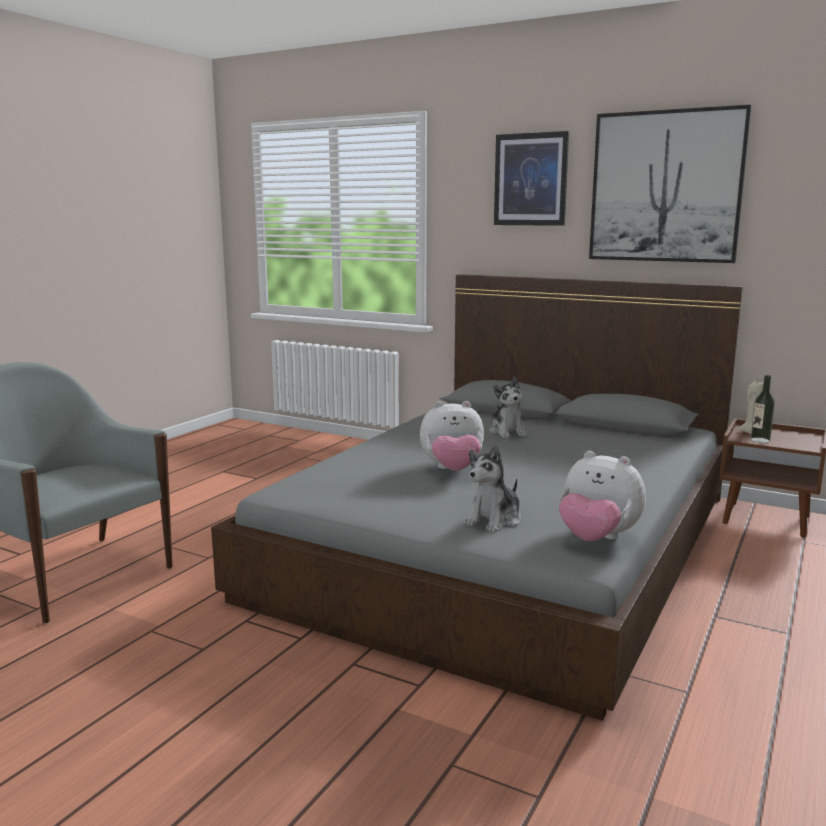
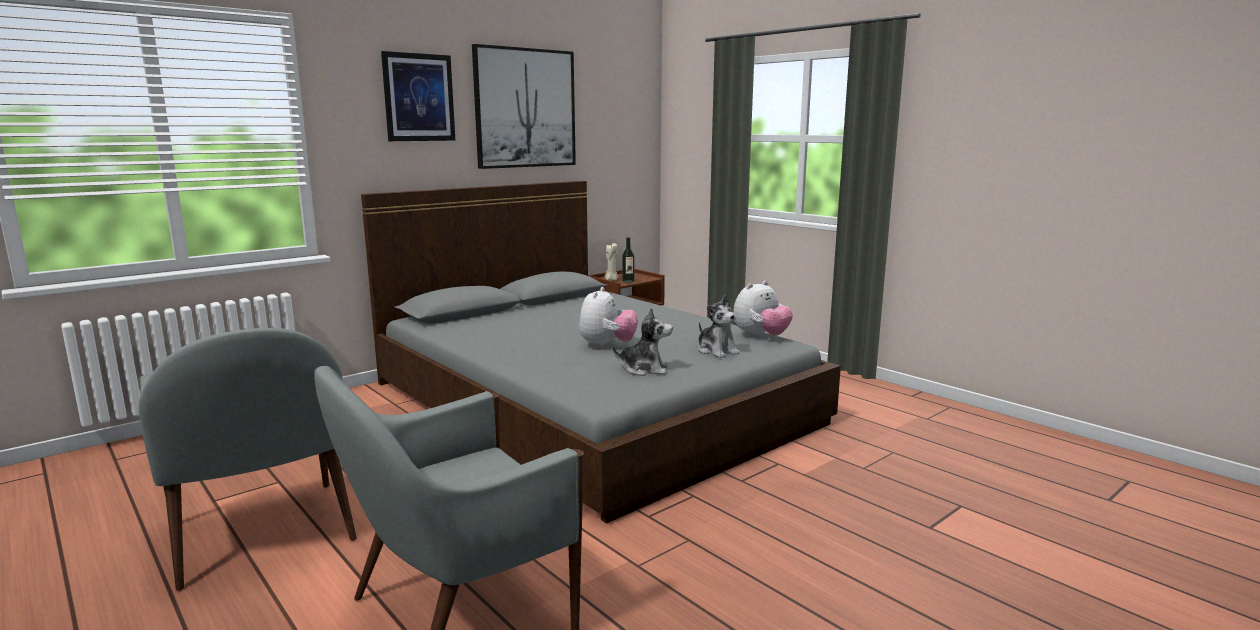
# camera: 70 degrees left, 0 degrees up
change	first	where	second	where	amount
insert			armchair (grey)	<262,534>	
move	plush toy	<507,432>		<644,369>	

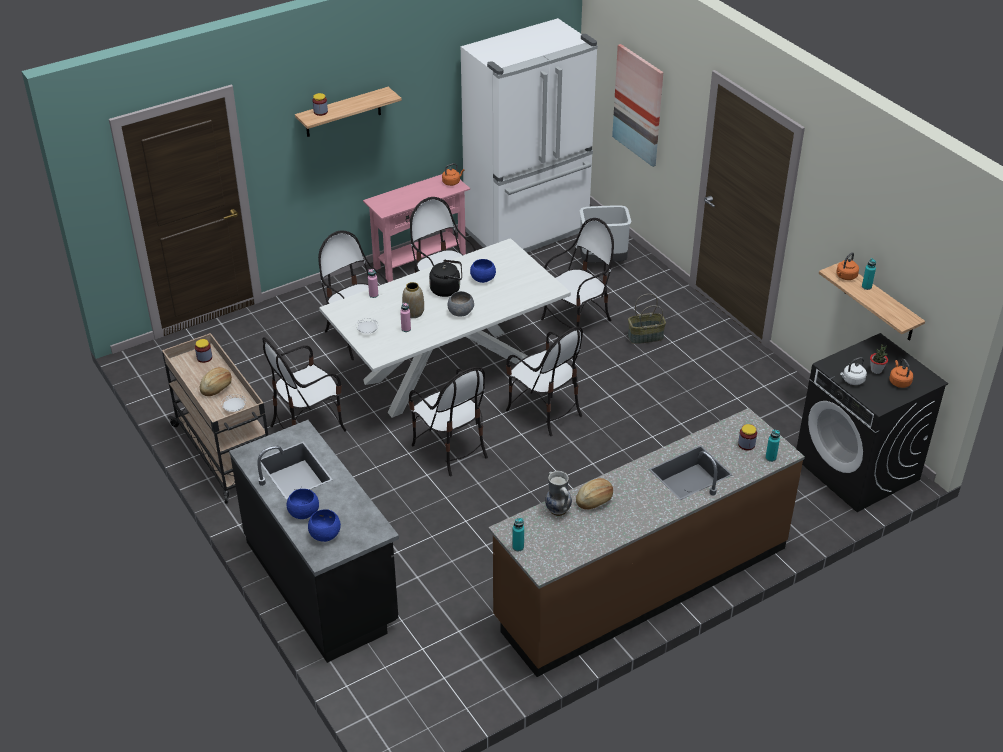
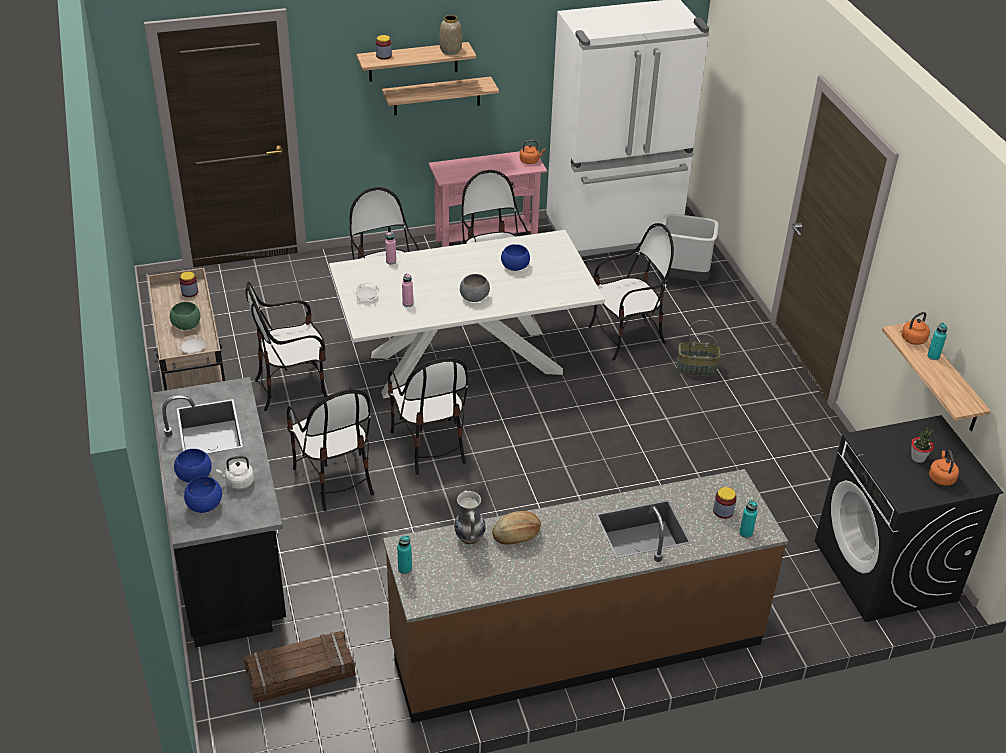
# camera: 15 degrees right, 0 degrees up
change	first	where	second	where	amount
delete	kettle (black)	<447,289>			
delete	picture	<638,105>			
insert			crate	<300,673>	
insert			shelf	<437,96>	
move	vase	<413,313>		<450,50>	
move	chair	<544,411>		<334,479>	
move	kettle (white)	<852,380>		<238,482>	
replace	bread	<217,387>	bowl (green)	<186,325>	

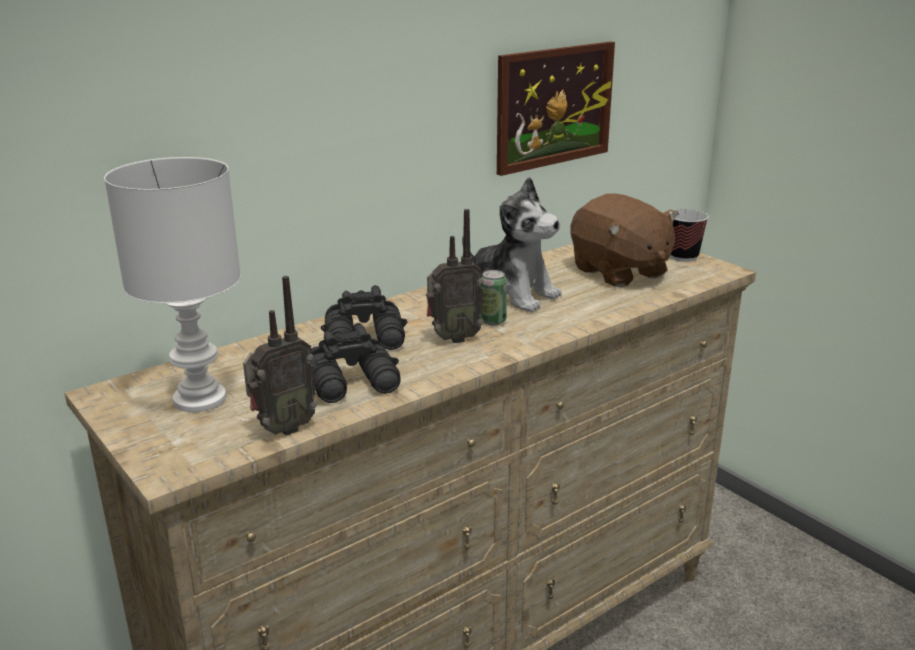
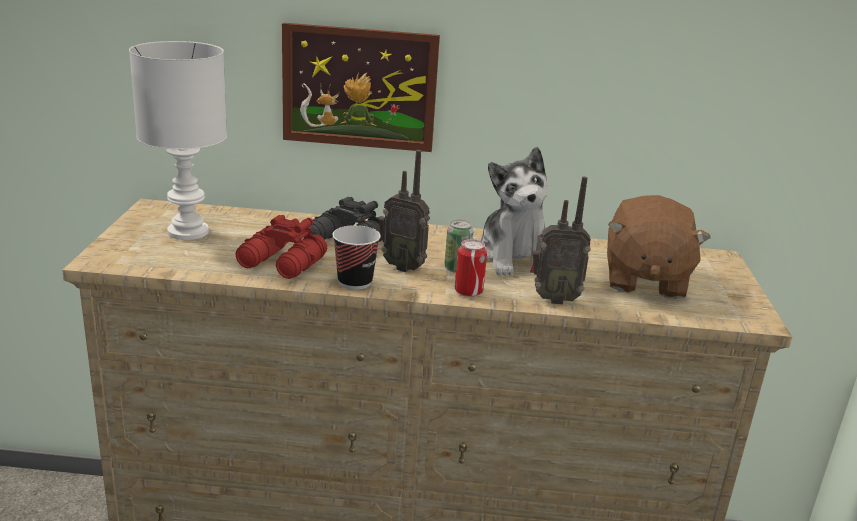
# camera: 40 degrees right, 0 degrees up
change	first	where	second	where	amount
insert			can	<468,292>	
move	radio	<282,429>		<553,298>	
move	picture	<554,106>		<359,88>	
move	cup	<683,256>		<355,282>	
recolor	binoculars (black)	<354,383>	binoculars (red)	<282,264>	

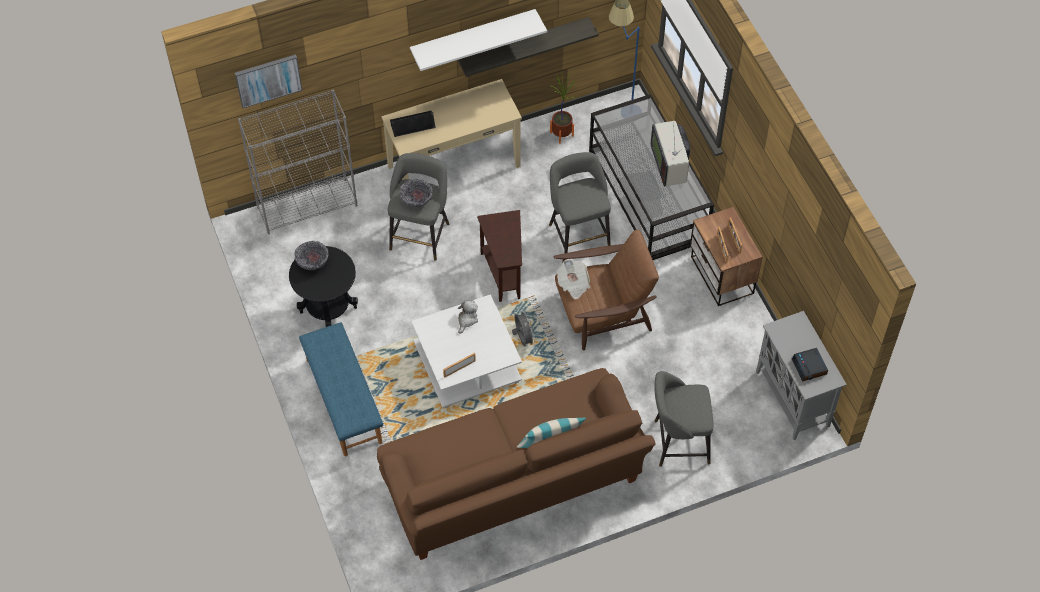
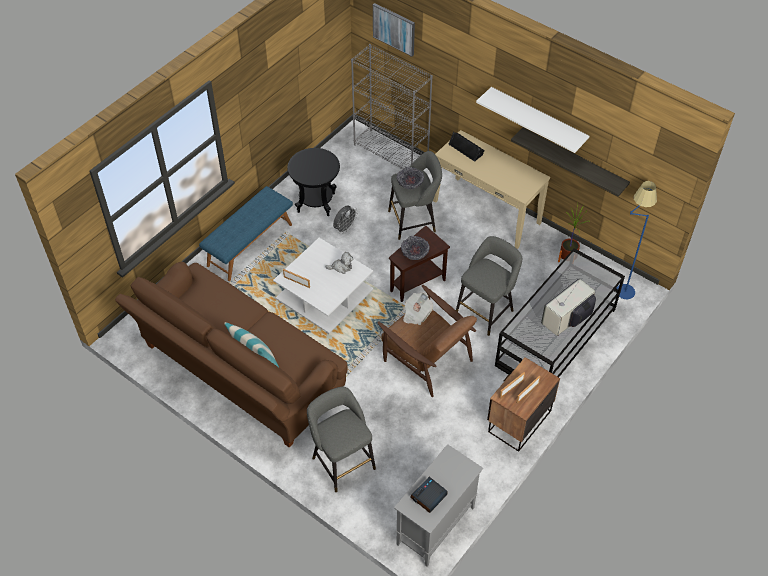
# camera: 60 degrees right, 5 degrees down
change	first	where	second	where	amount
move	bowl	<312,262>		<414,254>	
move	fan (grey)	<523,339>		<344,228>	

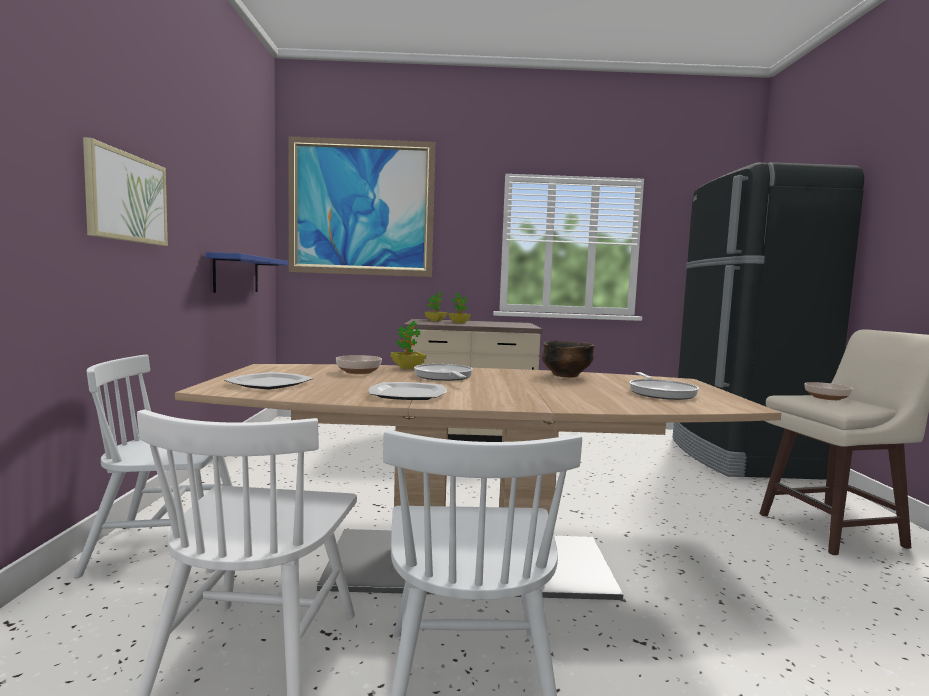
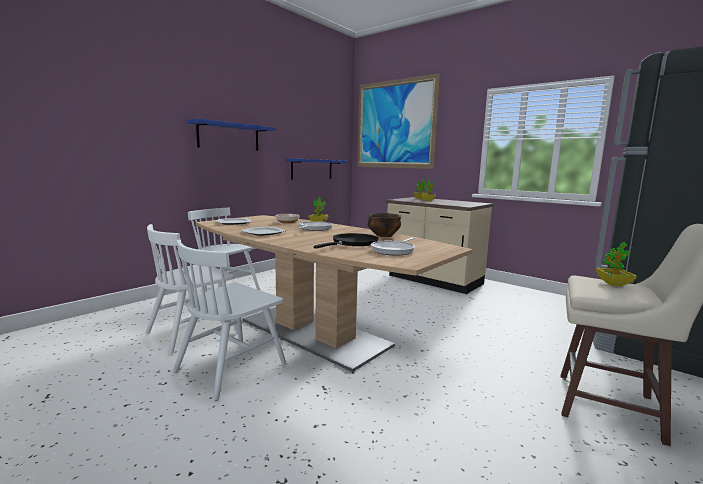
# camera: 40 degrees right, 5 degrees up
change	first	where	second	where	amount
insert			frying pan (black)	<353,243>	
replace	picture	<126,198>	shelf (blue)	<229,136>	
replace	bowl	<826,397>	potted plant	<613,284>	

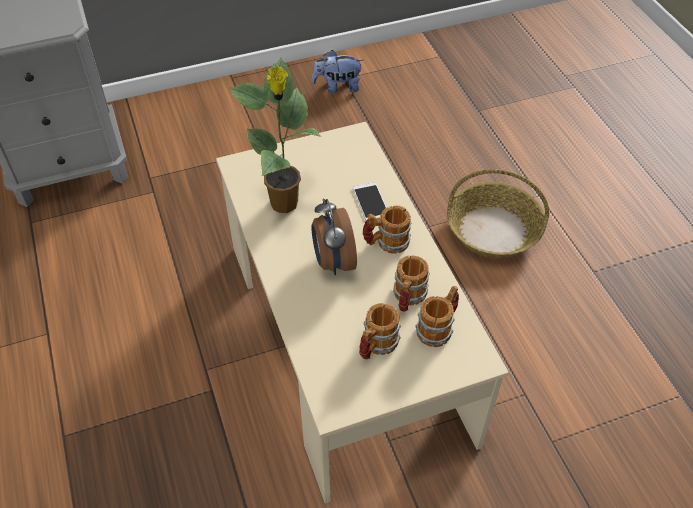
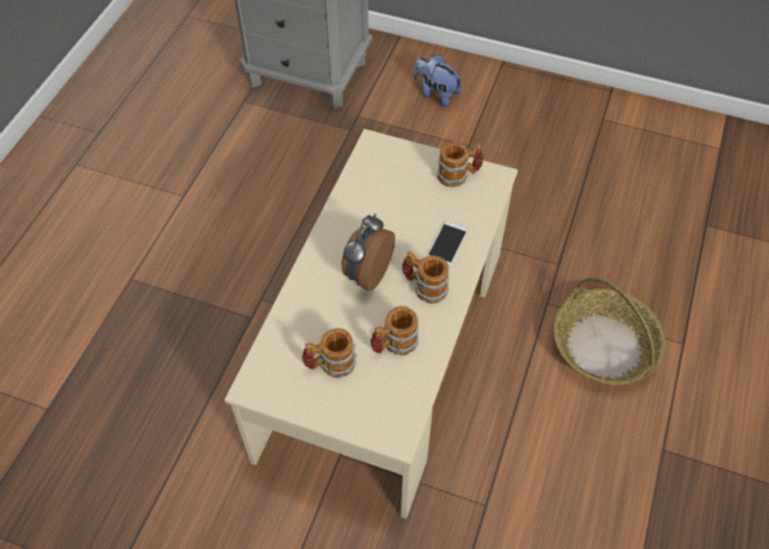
# camera: 40 degrees right, 5 degrees up
change	first	where	second	where	amount
delete	potted plant	<285,204>			
move	plush toy	<337,87>		<436,94>	
move	mug	<438,328>		<458,175>	

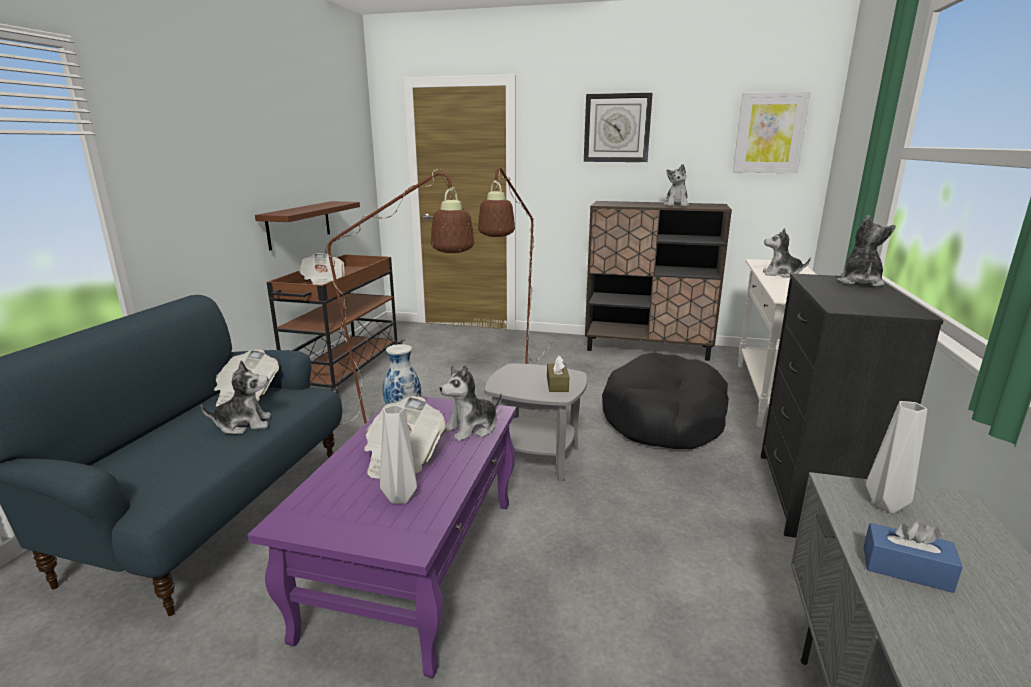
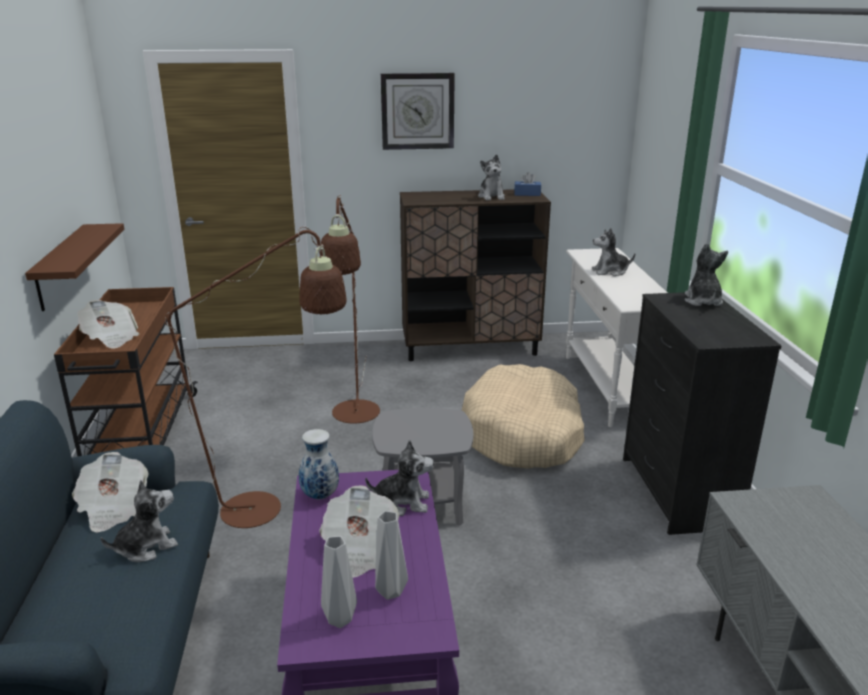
# camera: 20 degrees left, 5 degrees up
change	first	where	second	where	amount
delete	tissue box (brown)	<557,384>			
delete	picture	<769,133>			
move	tissue box (blue)	<906,569>		<527,194>	
move	vase (grey)	<884,505>		<338,619>	
recolor	dog bed (black)	<664,418>	dog bed (beige)	<523,433>	
rotate	plush toy	<471,428>		<403,502>	120 degrees counterclockwise

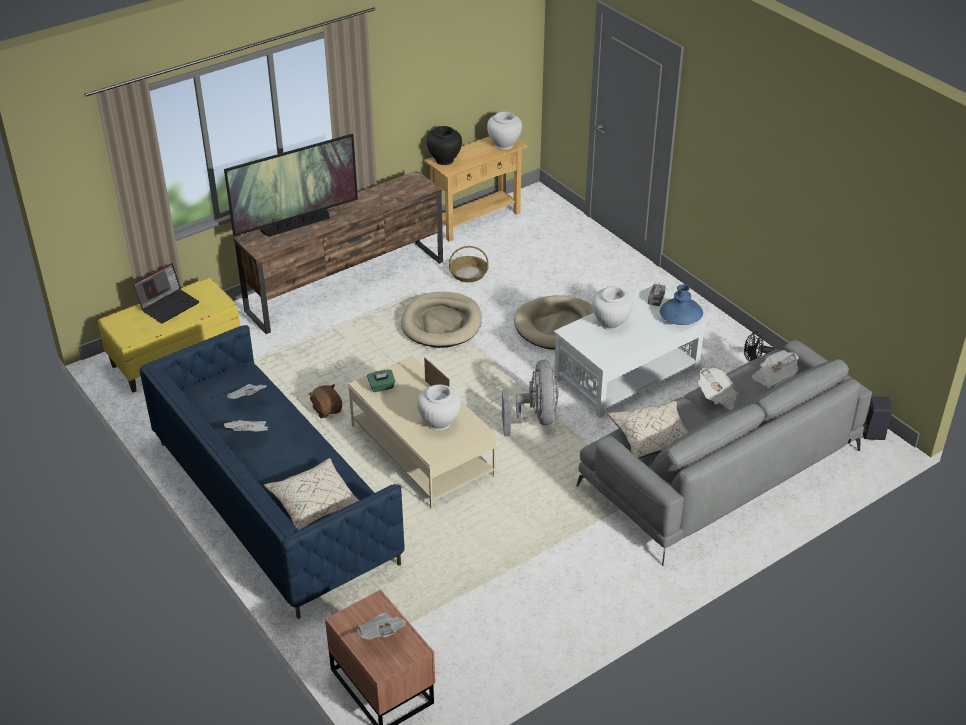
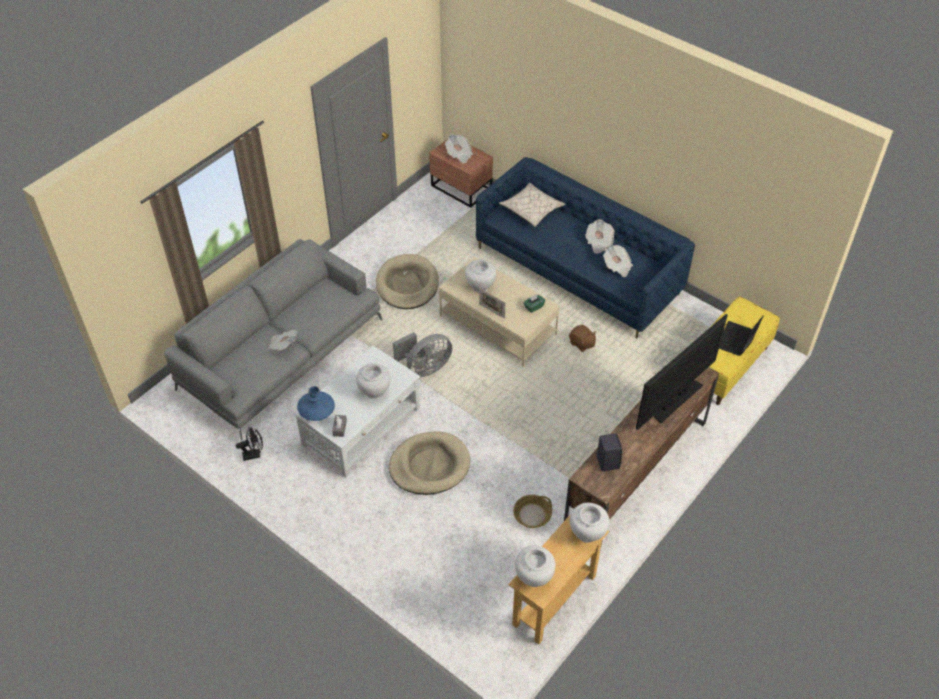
# camera: 165 degrees right, 10 degrees up
change	first	where	second	where	amount
delete	pillow (beige)	<653,439>			
delete	newspaper	<773,378>			
move	dog bed (beige)	<441,323>		<407,284>	
move	speaker (black)	<873,433>		<607,461>	
recolor	vase (black)	<444,160>	vase (white)	<587,534>	
rotate	fan (grey)	<535,418>		<425,368>	105 degrees counterclockwise

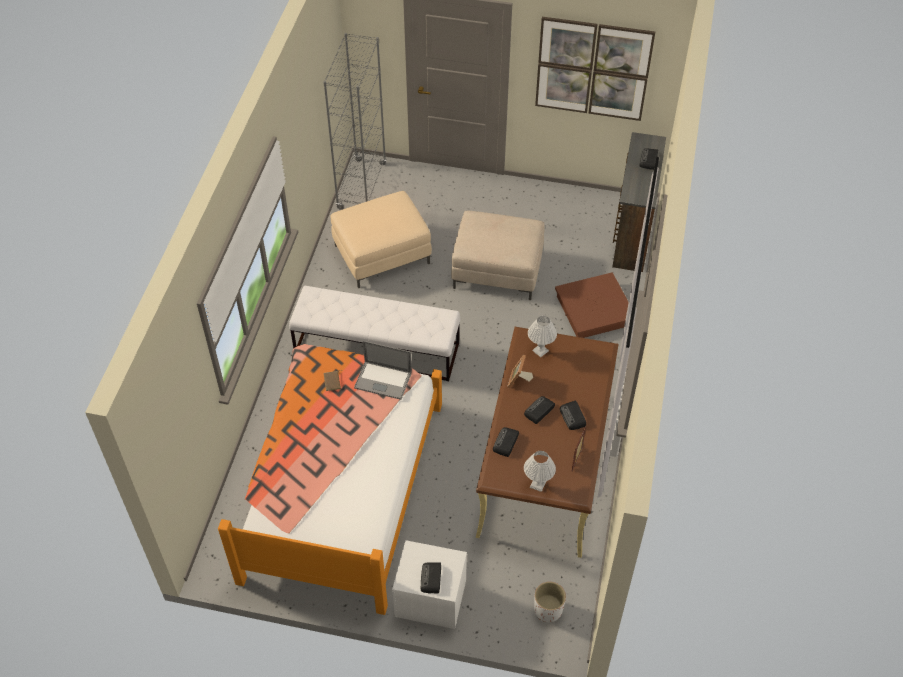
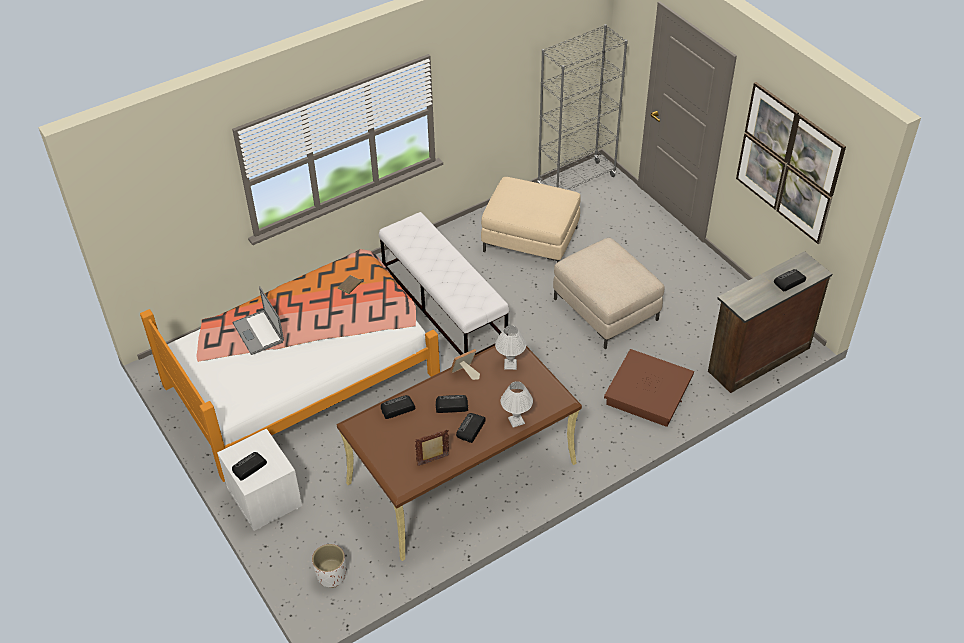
# camera: 45 degrees right, 5 degrees down
change	first	where	second	where	amount
move	laptop	<383,380>		<258,332>	
move	table lamp (white)	<537,484>		<516,420>	

